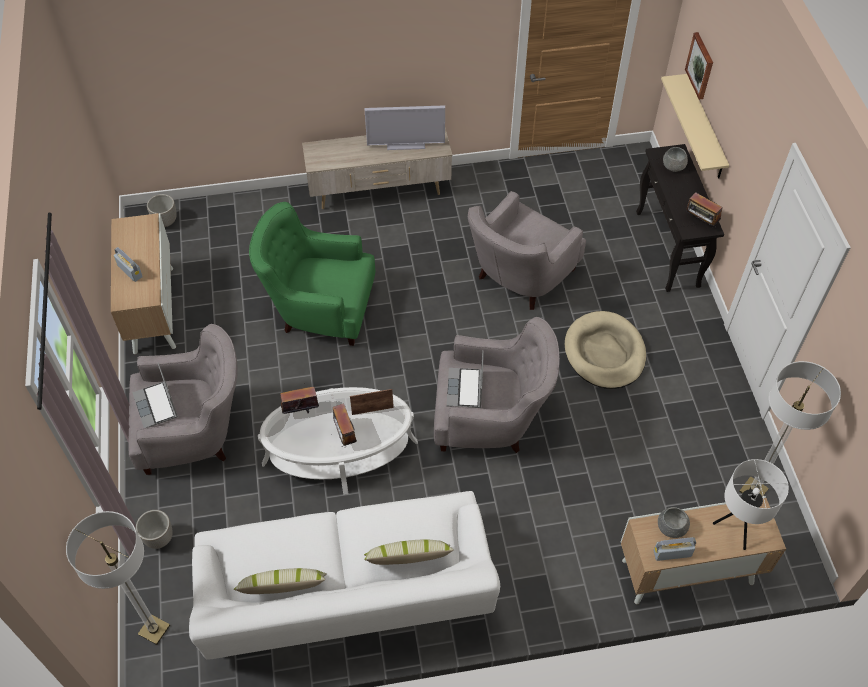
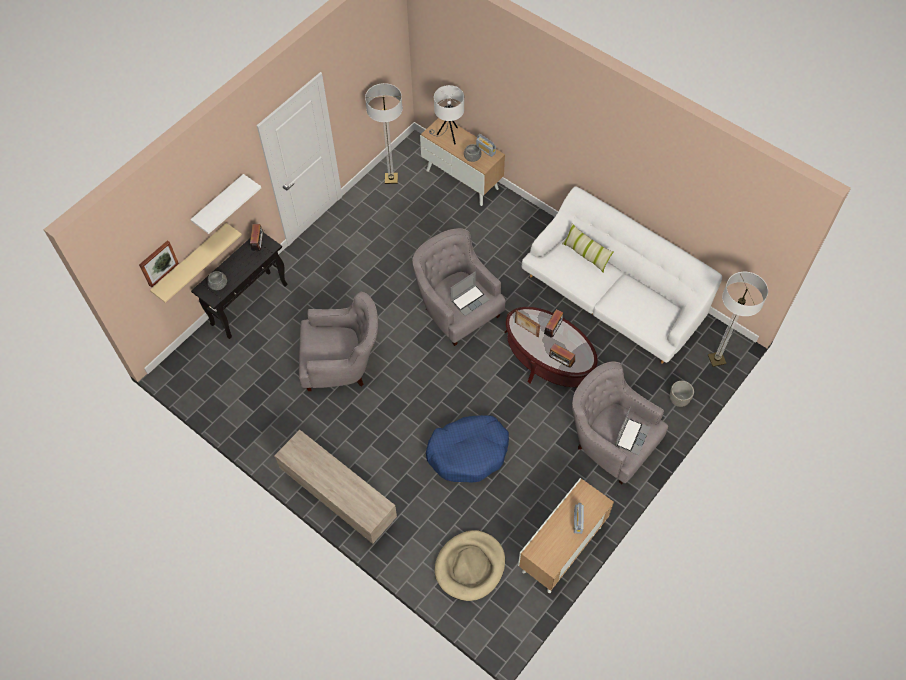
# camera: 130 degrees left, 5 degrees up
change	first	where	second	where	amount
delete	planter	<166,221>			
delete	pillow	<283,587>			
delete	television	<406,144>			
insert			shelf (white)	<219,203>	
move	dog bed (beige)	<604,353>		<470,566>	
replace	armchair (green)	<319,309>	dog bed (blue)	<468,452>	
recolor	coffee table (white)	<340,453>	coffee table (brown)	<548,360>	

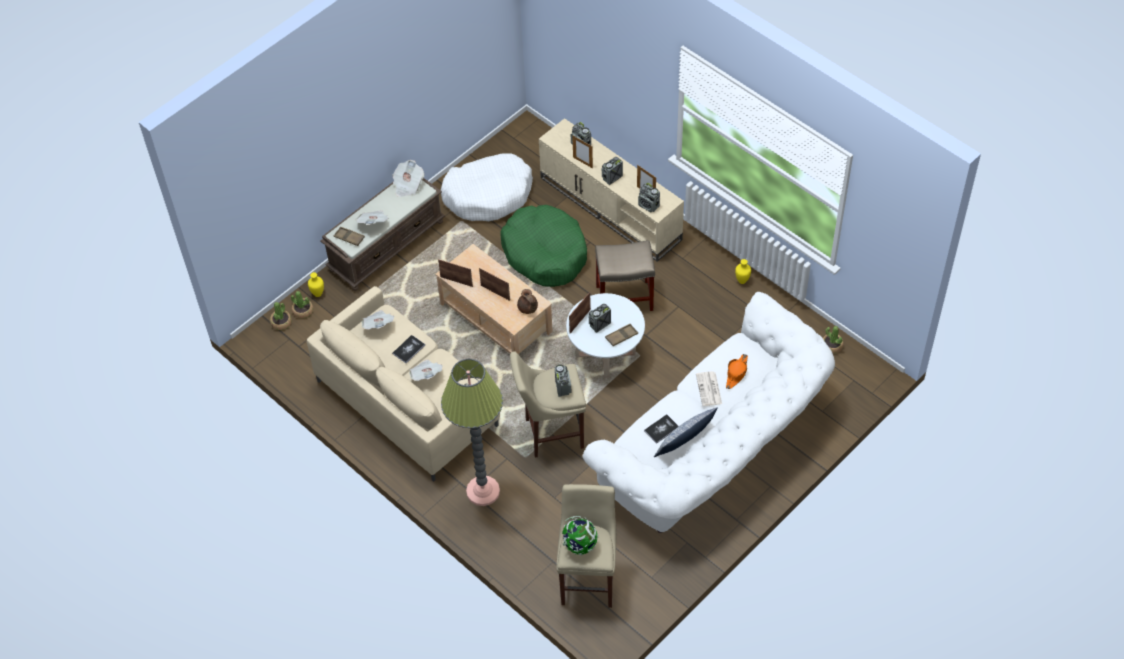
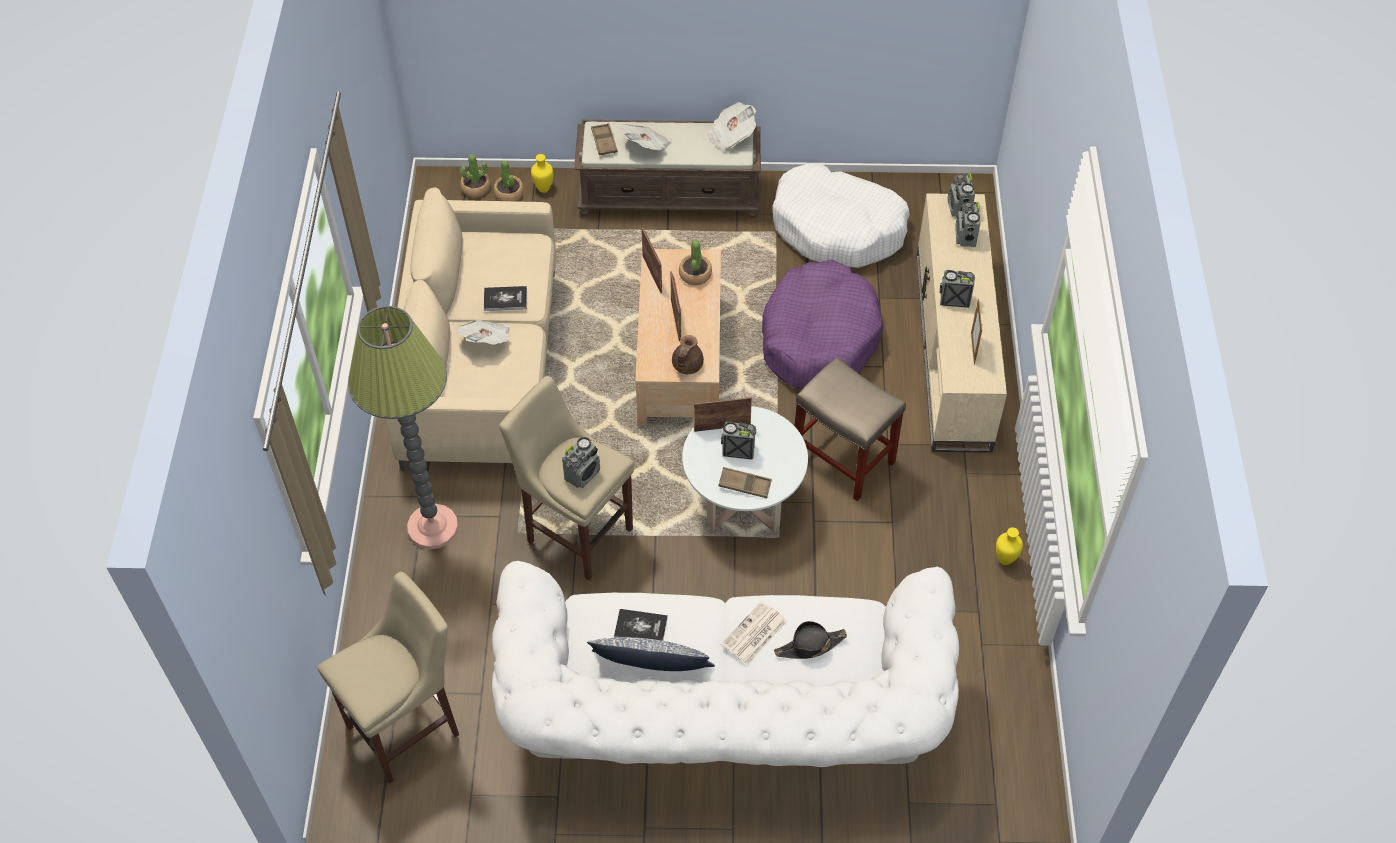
# camera: 45 degrees right, 0 degrees up
change	first	where	second	where	amount
delete	newspaper	<378,325>			
delete	globe	<579,545>			
delete	picture frame	<582,162>			
move	radio	<649,206>		<959,209>	
move	potted plant	<831,346>		<695,274>	
recolor	dog bed (green)	<545,253>	dog bed (purple)	<818,337>	
recolor	hat (orange)	<736,373>	hat (black)	<810,646>	

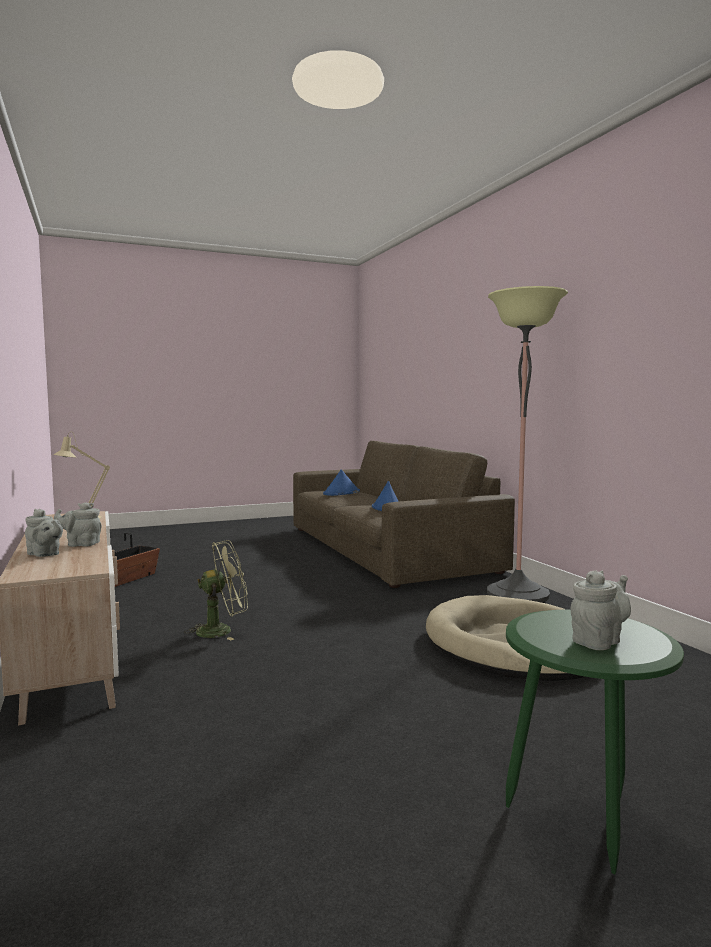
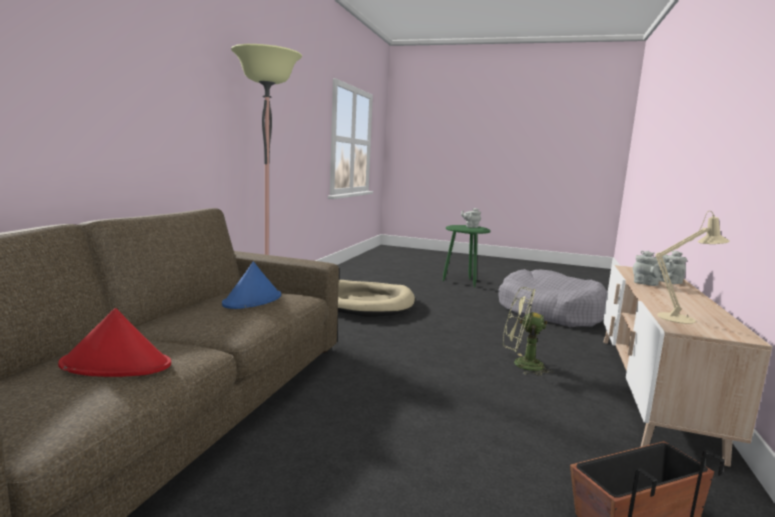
# camera: 140 degrees left, 5 degrees up
change	first	where	second	where	amount
insert			dog bed (grey)	<549,311>	
recolor	hat (blue)	<341,493>	hat (red)	<117,365>	

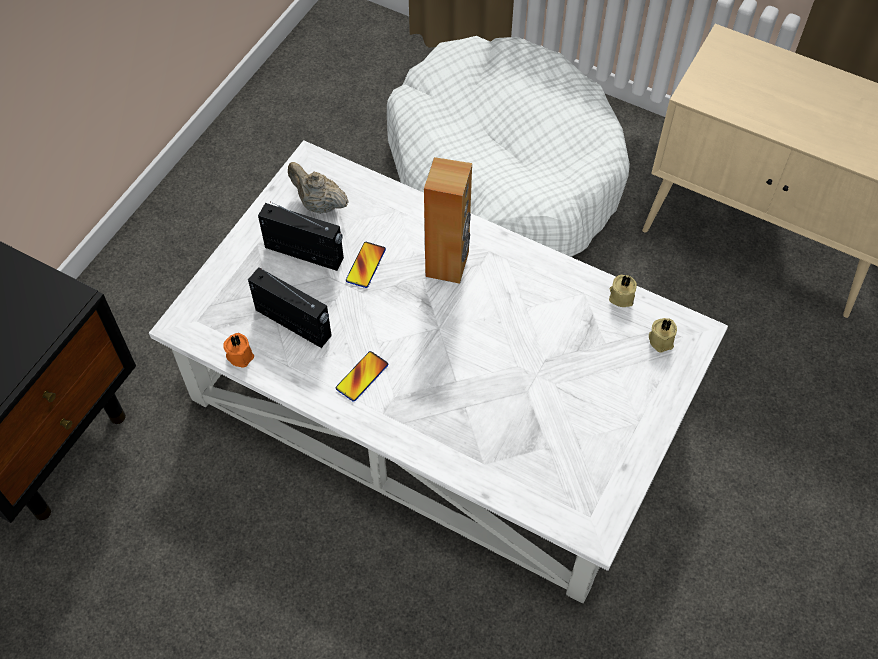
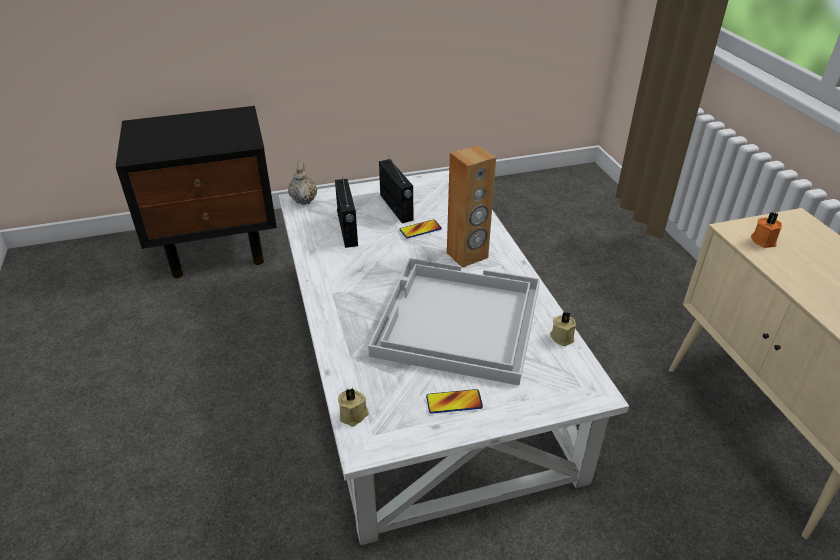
# camera: 45 degrees right, 20 degrees down
change	first	where	second	where	amount
delete	dog bed (white)	<504,171>			
insert			tray (white)	<456,321>	
move	candle (orange)	<240,355>		<764,240>	
move	teapot (beige)	<319,204>		<304,200>	
move	phone	<362,377>		<454,402>	
move	candle (beige)	<662,340>		<354,415>	

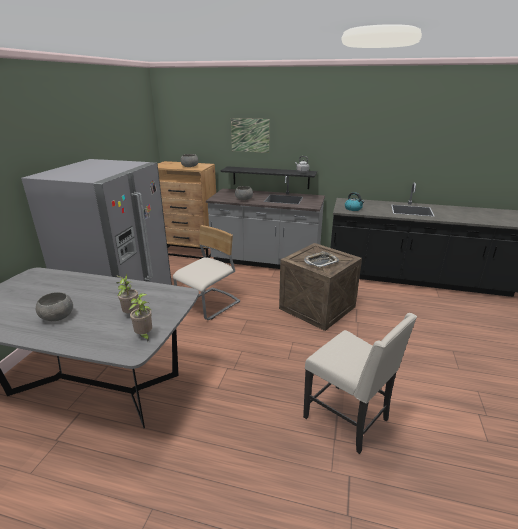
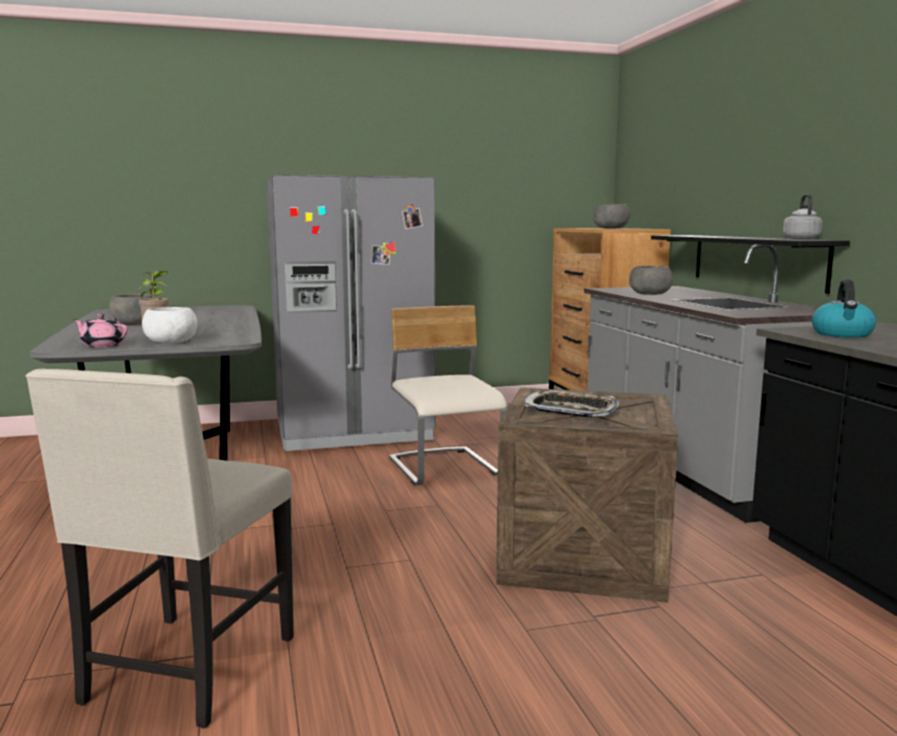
# camera: 60 degrees right, 15 degrees down
change	first	where	second	where	amount
delete	picture	<250,135>			
insert			bowl (white)	<172,342>	
replace	potted plant	<144,336>	teapot (pink)	<102,345>	
rotate	chair (beige)	<209,305>		<445,469>	120 degrees counterclockwise

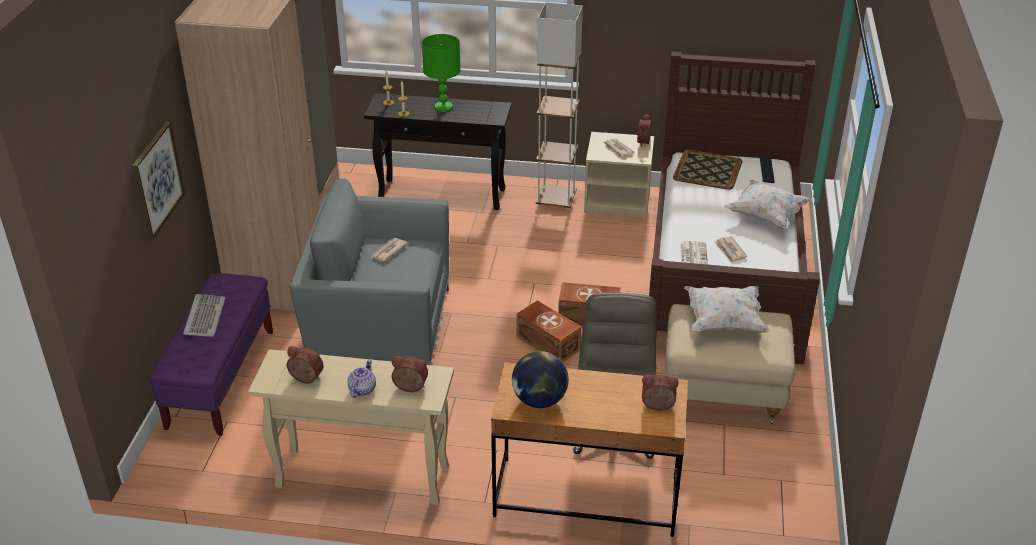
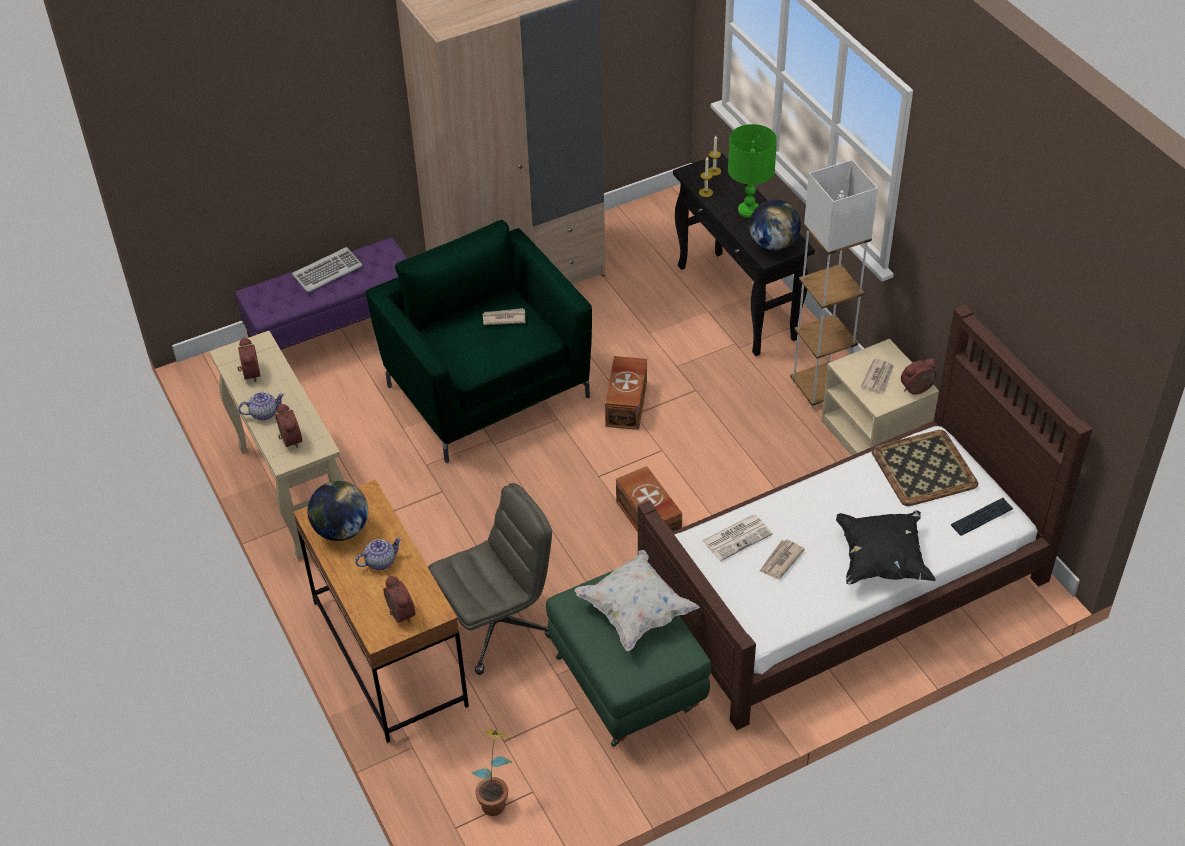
# camera: 55 degrees right, 10 degrees up
change	first	where	second	where	amount
delete	picture	<157,180>			
insert			teapot	<380,561>	
insert			potted plant	<496,799>	
insert			globe	<773,244>	
move	storage box (brown)	<548,342>		<627,403>	
recolor	armchair (grey)	<380,330>	armchair (green)	<487,388>	
recolor	ottoman (beige)	<723,391>	ottoman (green)	<629,683>	
recolor	pillow (white)	<765,216>	pillow (black)	<881,560>	

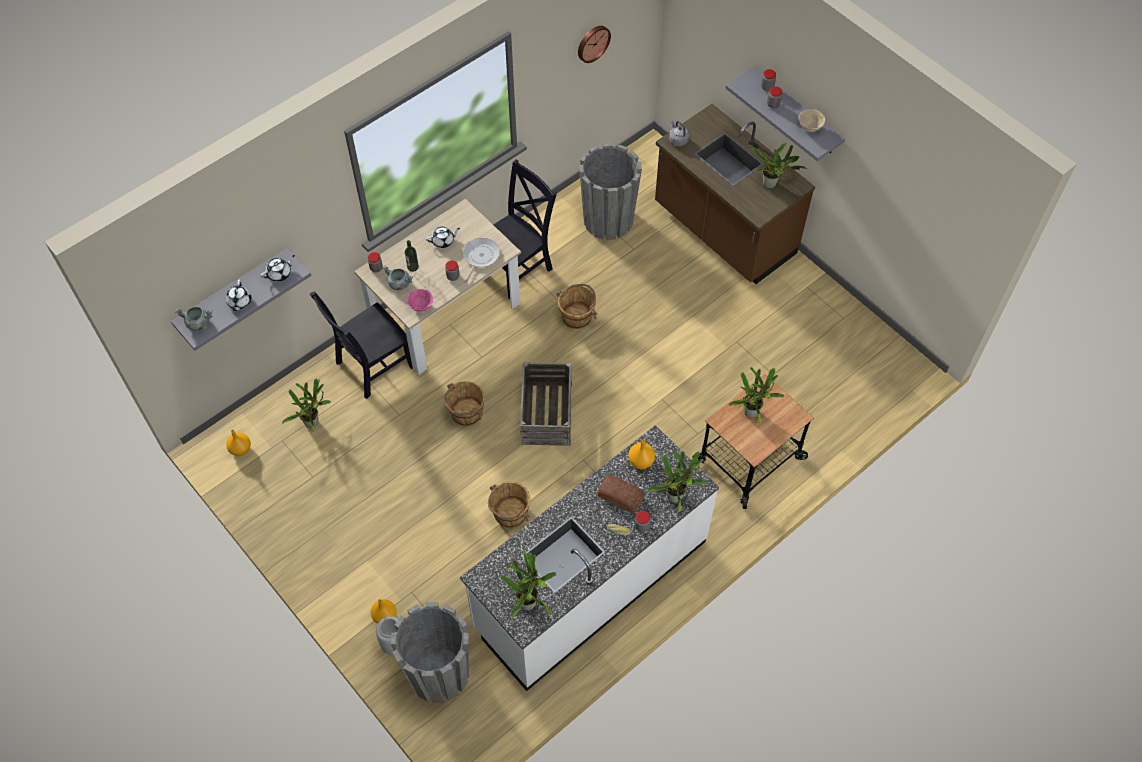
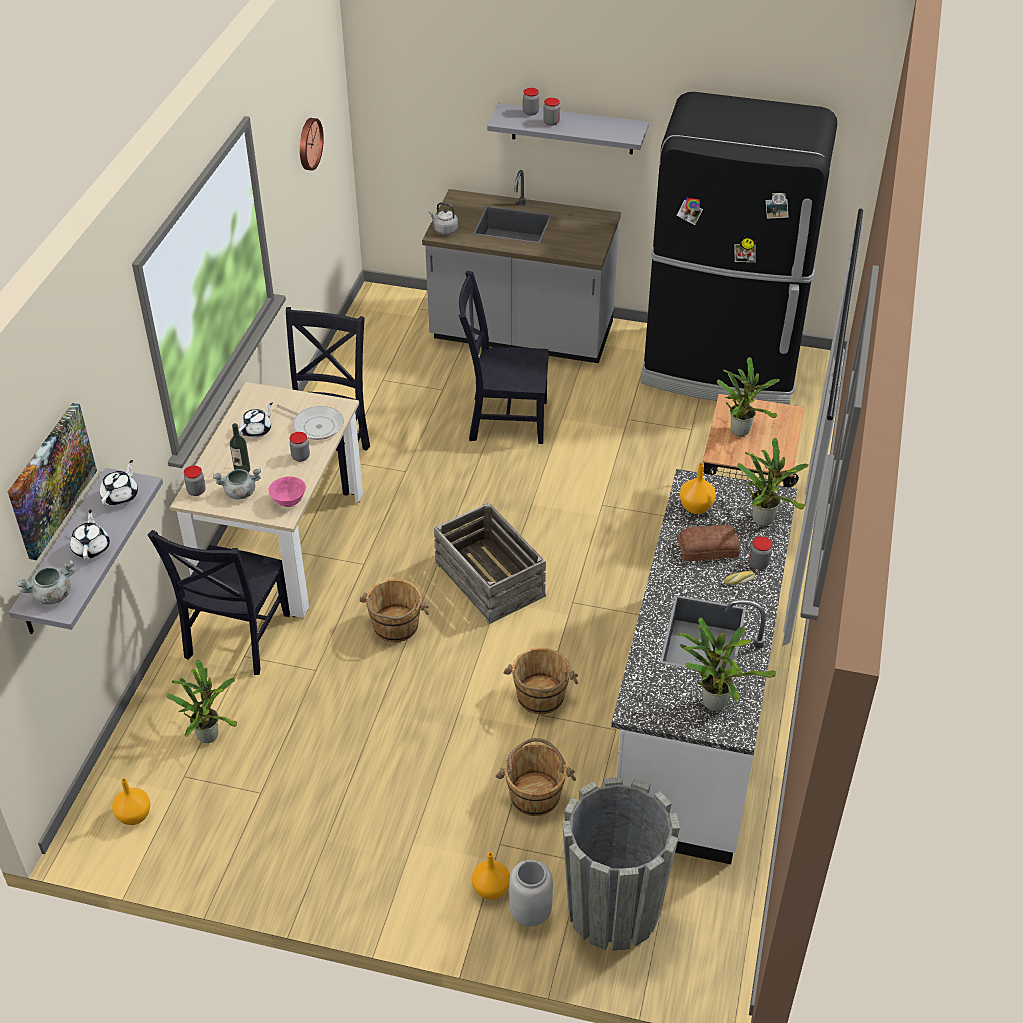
# camera: 35 degrees left, 15 degrees down
change	first	where	second	where	amount
delete	planter (grey)	<608,220>			
delete	potted plant	<771,185>			
delete	bowl (beige)	<809,127>			
insert			picture	<50,480>	
insert			chair (black)	<504,420>	
insert			fridge (black)	<721,367>	
move	bucket (brown)	<577,316>		<535,794>	
recolor	counter (brown)	<723,231>	counter (grey)	<522,334>	
rotate	teapot (white)	<239,302>		<92,548>	150 degrees counterclockwise
rotate	frying pan	<480,257>		<316,425>	135 degrees clockwise

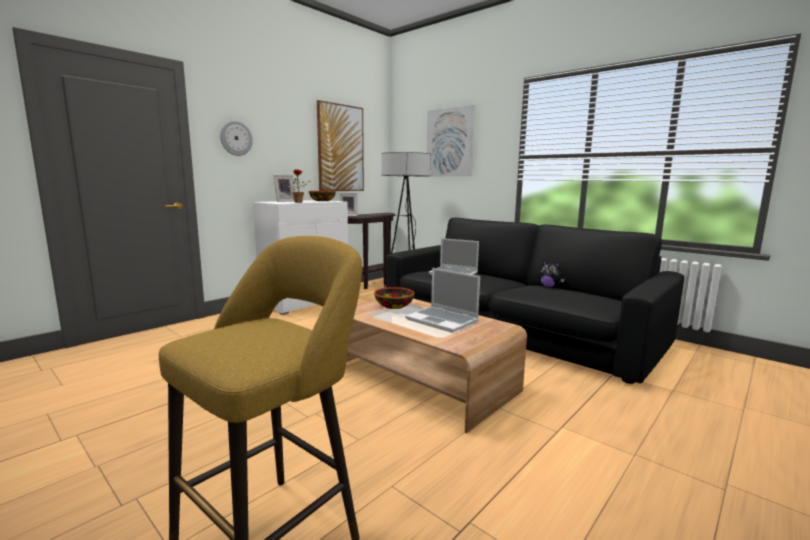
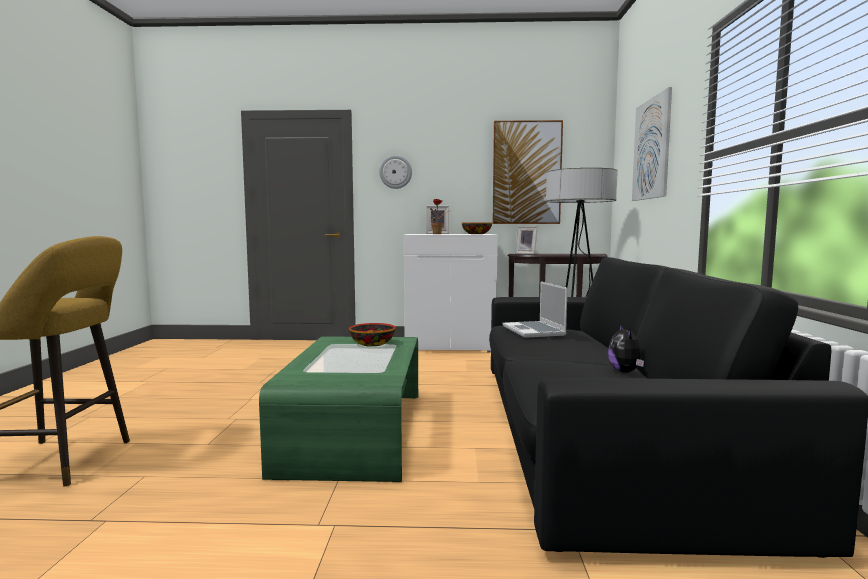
# camera: 50 degrees right, 5 degrees down
change	first	where	second	where	amount
delete	laptop	<443,320>			
recolor	coffee table (brown)	<420,378>	coffee table (green)	<355,430>	

